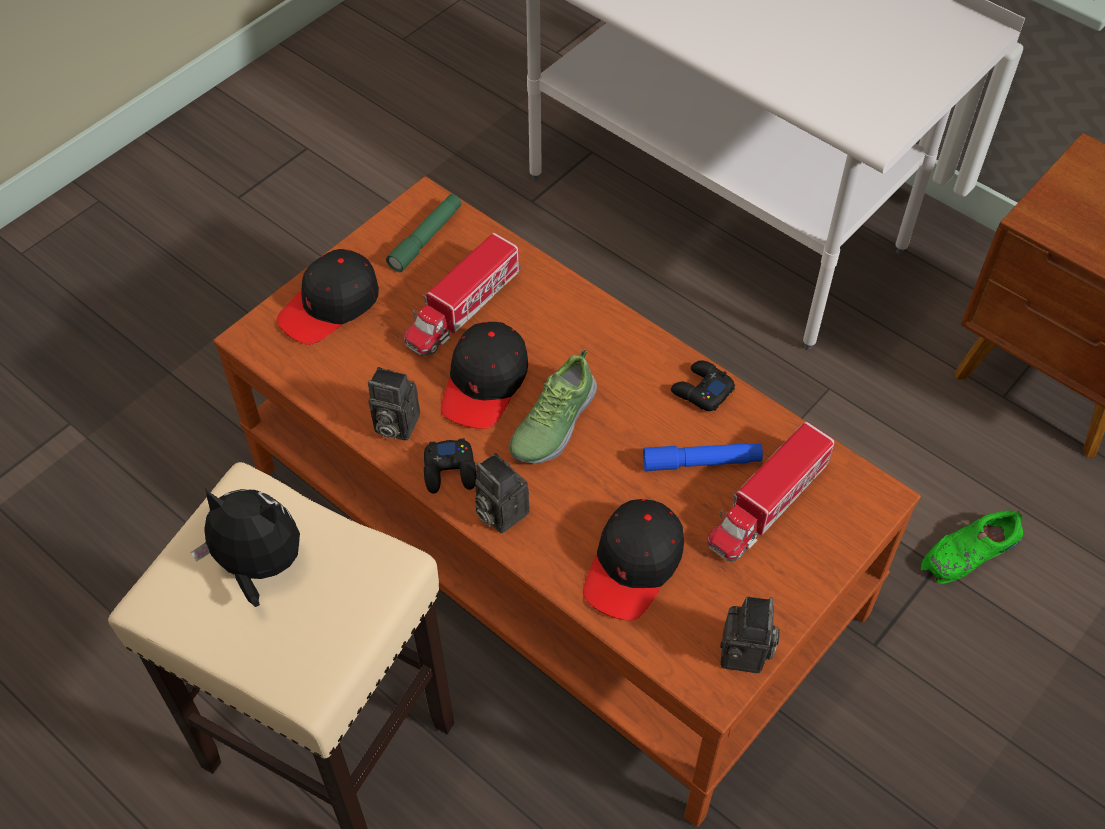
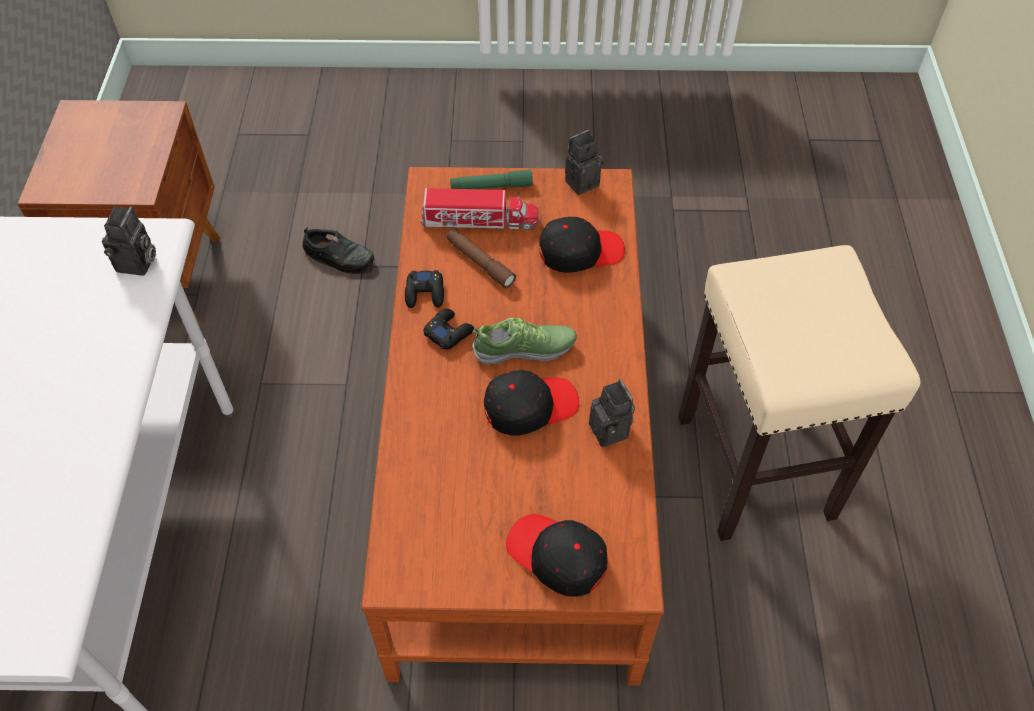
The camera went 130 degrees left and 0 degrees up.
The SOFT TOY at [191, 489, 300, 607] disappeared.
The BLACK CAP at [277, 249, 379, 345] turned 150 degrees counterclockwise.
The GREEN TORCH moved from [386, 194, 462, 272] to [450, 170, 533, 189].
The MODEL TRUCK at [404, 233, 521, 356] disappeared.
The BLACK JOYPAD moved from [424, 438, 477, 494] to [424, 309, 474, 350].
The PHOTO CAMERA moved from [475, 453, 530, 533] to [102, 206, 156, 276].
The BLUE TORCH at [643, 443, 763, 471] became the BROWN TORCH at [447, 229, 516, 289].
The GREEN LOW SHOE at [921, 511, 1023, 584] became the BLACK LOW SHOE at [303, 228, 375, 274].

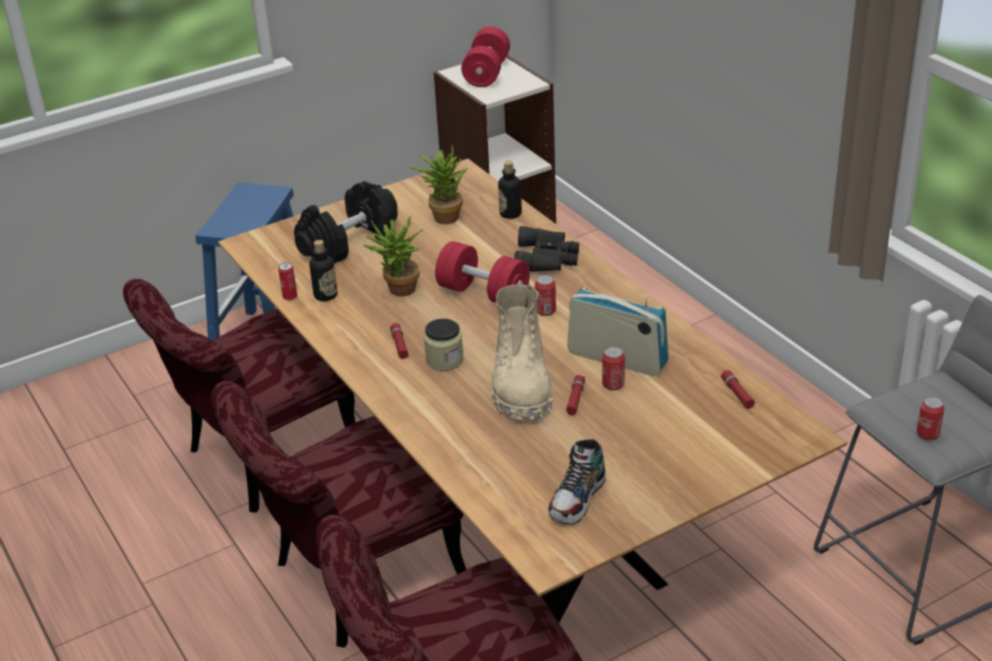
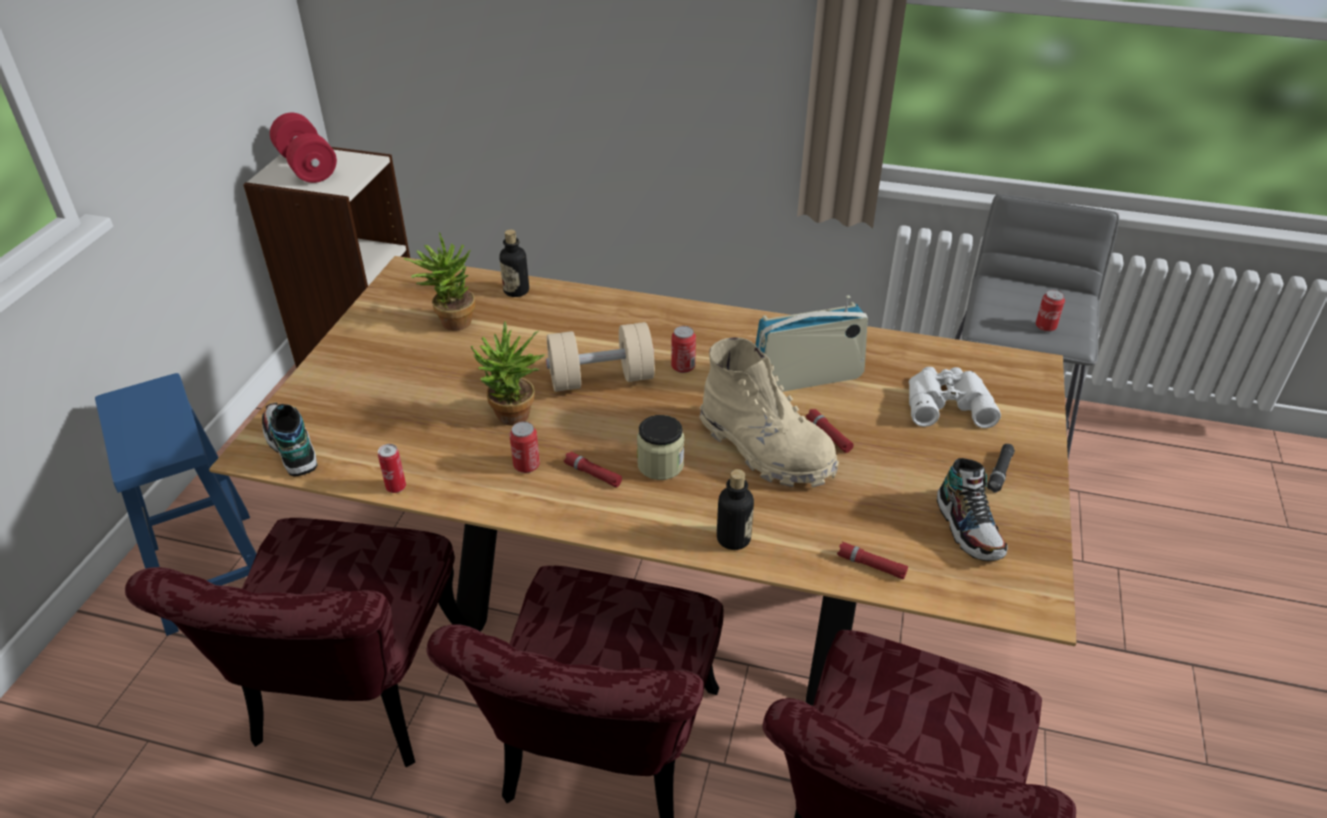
The camera went 45 degrees left and 5 degrees up.
The BLACK DUMBBELL at [294, 181, 398, 264] disappeared.
The BEVERAGE BOTTLE moved from [309, 240, 338, 301] to [717, 469, 754, 550].
The RED-COLOURED DUMBBELL at [435, 241, 530, 303] became the BEIGE-COLOURED DUMBBELL at [546, 322, 655, 392].
The BLACK PAIR OF BINOCULARS at [514, 226, 579, 272] disappeared.
The CAN moved from [602, 347, 625, 391] to [509, 422, 540, 473].
The RED-COLOURED TORCH moved from [721, 370, 755, 409] to [837, 542, 908, 579].
The LOW SHOE at [262, 403, 317, 477] appeared.
The WHITE PAIR OF BINOCULARS at [909, 367, 1001, 428] appeared.
The BLACK TORCH at [987, 444, 1015, 493] appeared.

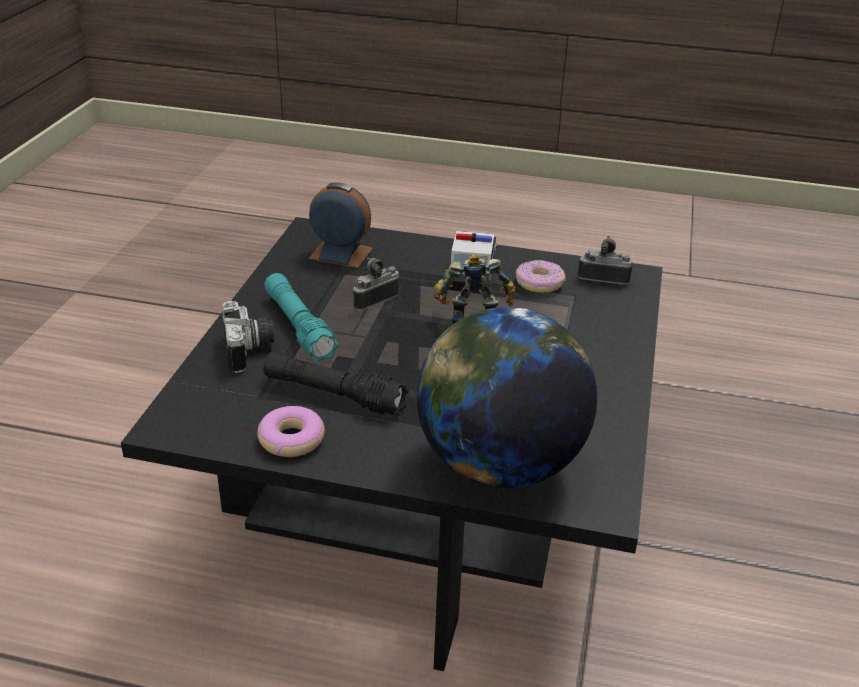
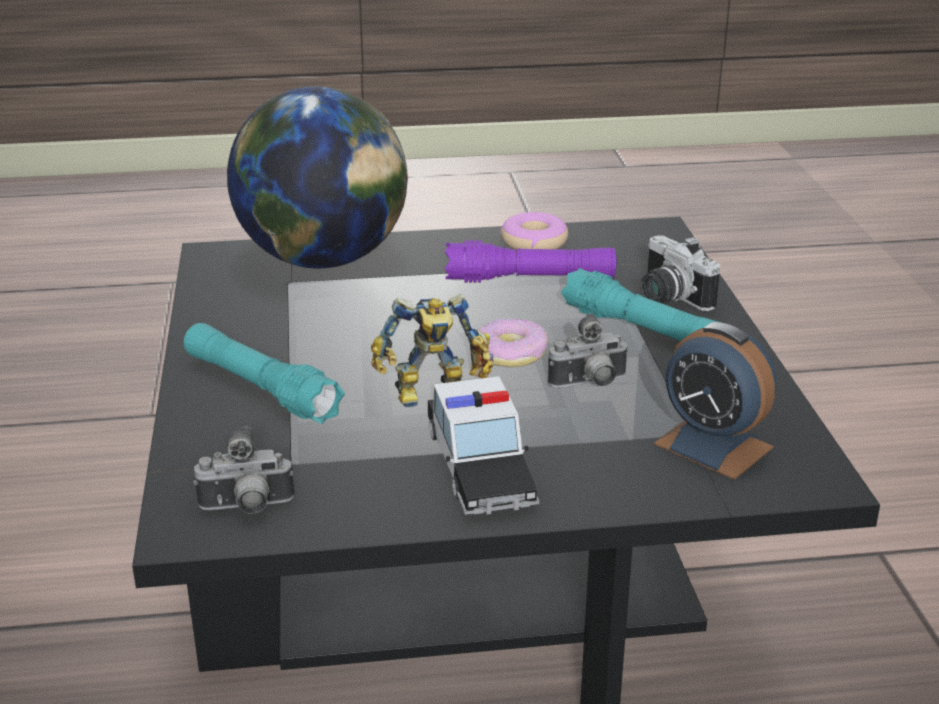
The camera went 160 degrees right and 5 degrees down.
The BLACK TORCH at [263, 351, 409, 416] became the PURPLE-COLOURED TORCH at [445, 240, 617, 283].
The BEDSIDE CLOCK at [309, 182, 373, 268] turned 45 degrees clockwise.
The PHOTO CAMERA at [352, 257, 399, 311] turned 45 degrees clockwise.
The DONUT moved from [516, 260, 566, 293] to [478, 318, 549, 367].
The BLUE-GREEN TORCH at [184, 323, 345, 424] appeared.

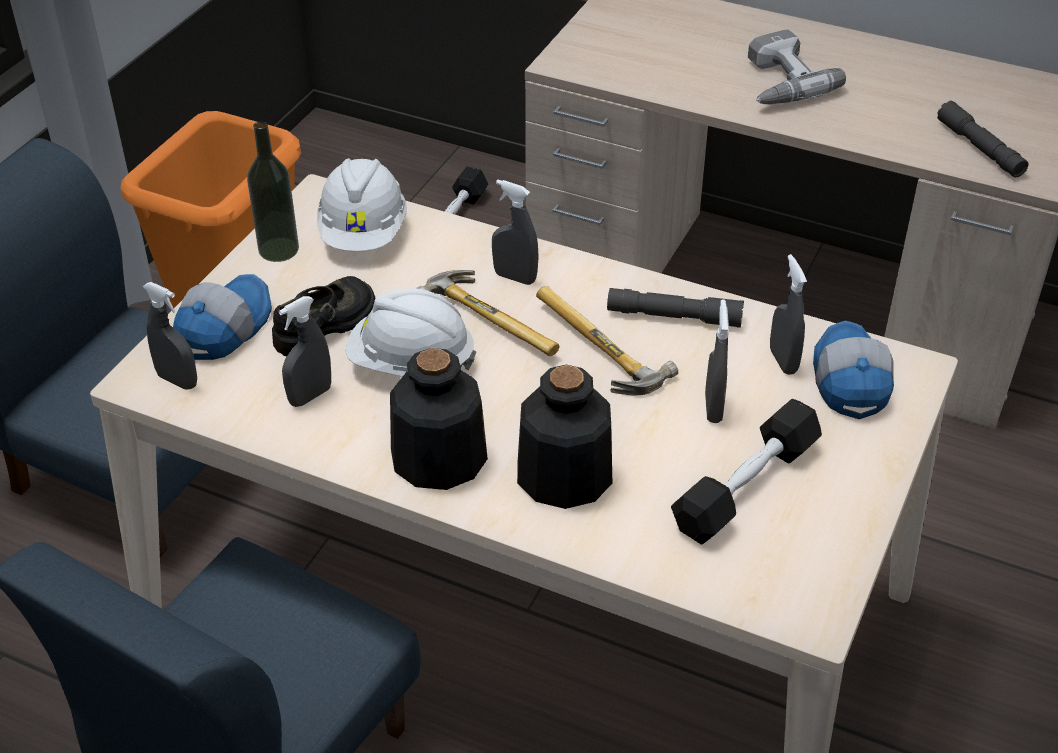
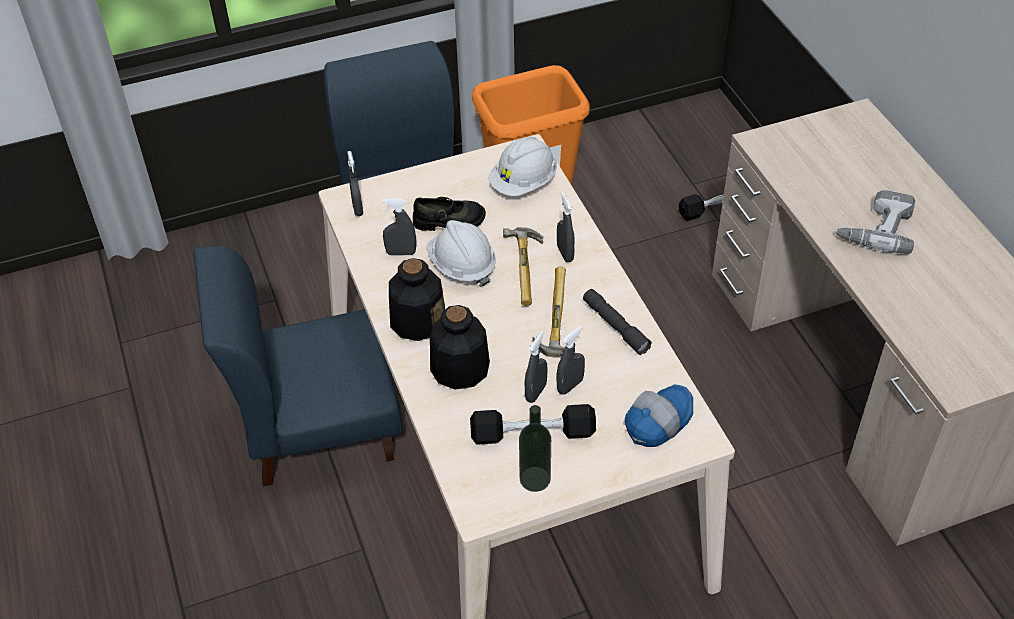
The camera went 45 degrees right and 5 degrees up.
The CAP at [173, 274, 272, 360] disappeared.
The BEVERAGE BOTTLE moved from [247, 121, 299, 262] to [519, 405, 551, 492].
The GREYISH HAND SPRAYER moved from [770, 254, 807, 375] to [525, 331, 548, 403].
The GREYISH TORCH at [937, 101, 1028, 177] disappeared.

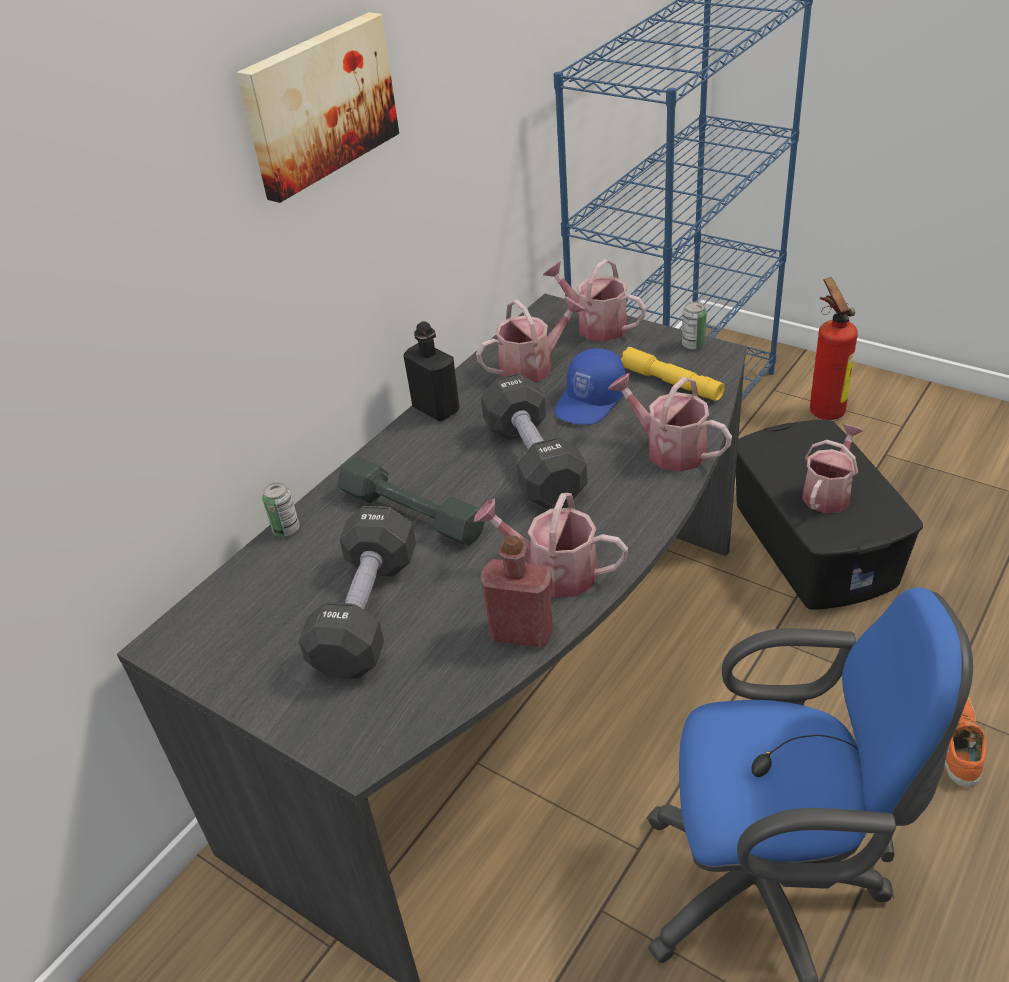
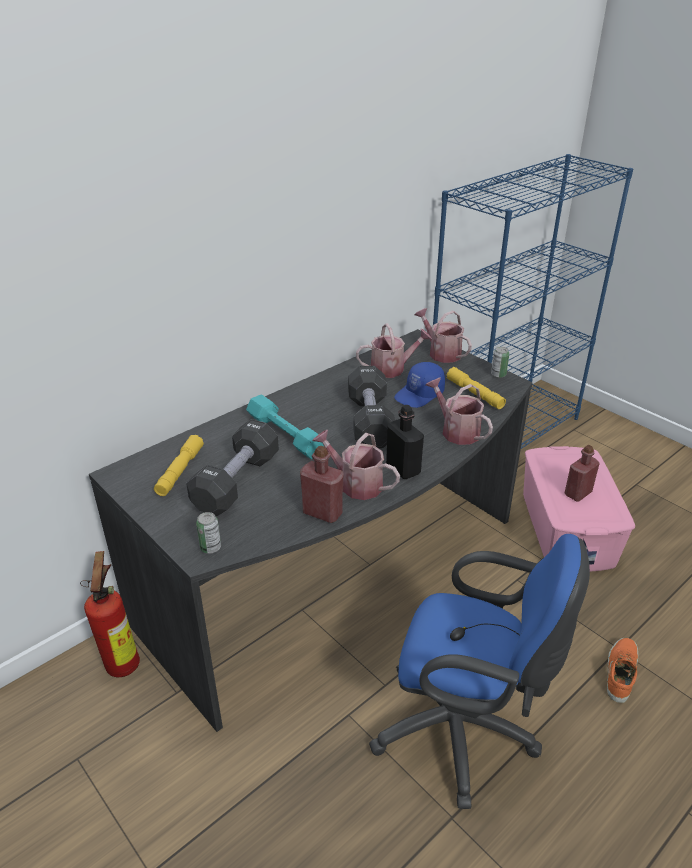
The camera went 10 degrees right and 5 degrees down.
The WALL ART at [237, 12, 399, 203] disappeared.
The CAN moved from [262, 482, 300, 537] to [196, 512, 221, 554].
The GREYISH DUMBBELL at [337, 456, 485, 546] became the BLUE-GREEN DUMBBELL at [246, 394, 324, 459].
The BLACK BEVERAGE BOTTLE moved from [404, 322, 459, 421] to [386, 405, 424, 479].
The BLACK STORAGE BIN at [736, 419, 923, 610] became the PINK-COLOURED STORAGE BIN at [523, 446, 635, 572].
The WATERING CAN at [802, 424, 863, 513] was replaced by the RED-COLOURED BEVERAGE BOTTLE at [565, 445, 600, 502].
The FIRE EXTINGUISHER moved from [810, 277, 858, 420] to [80, 551, 140, 677].
The YELLOW-COLOURED TORCH at [154, 435, 204, 496] appeared.

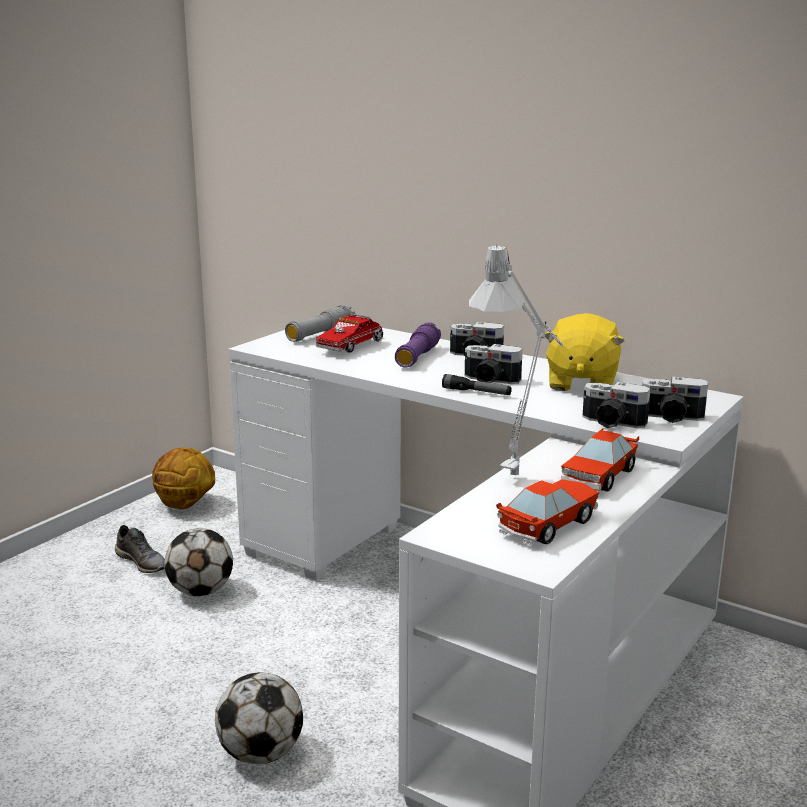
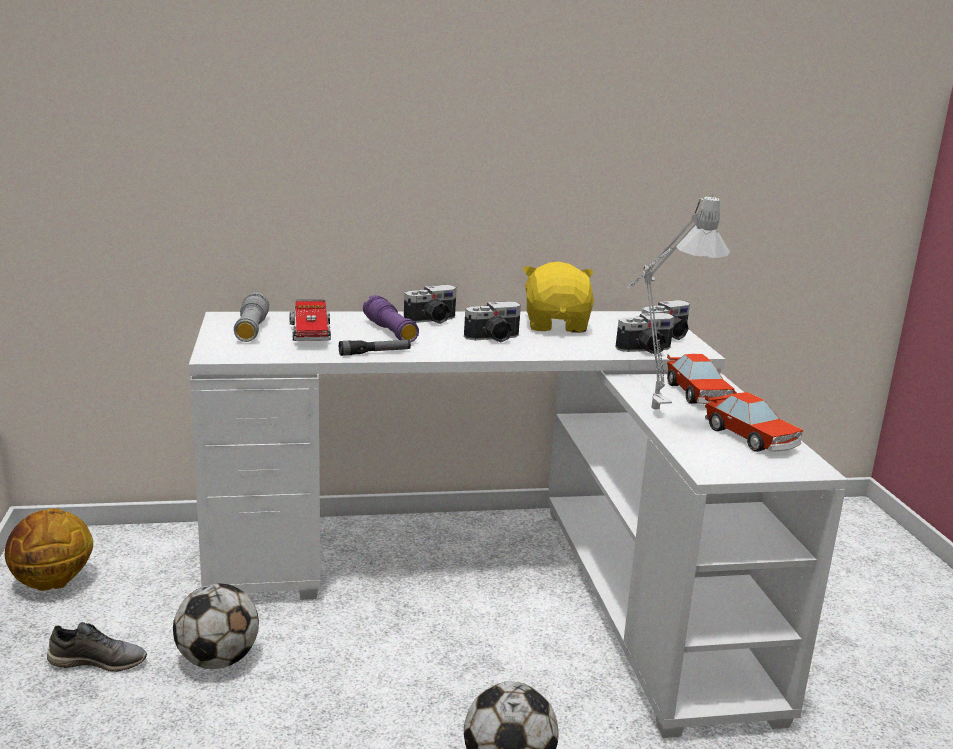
The camera went 45 degrees left and 0 degrees up.
The TORCH moved from [442, 374, 512, 395] to [339, 340, 411, 356].
The MODEL CAR at [496, 479, 599, 545] turned 150 degrees clockwise.
The YELLOW-COLOURED SOFT TOY at [545, 313, 625, 391] turned 150 degrees counterclockwise.

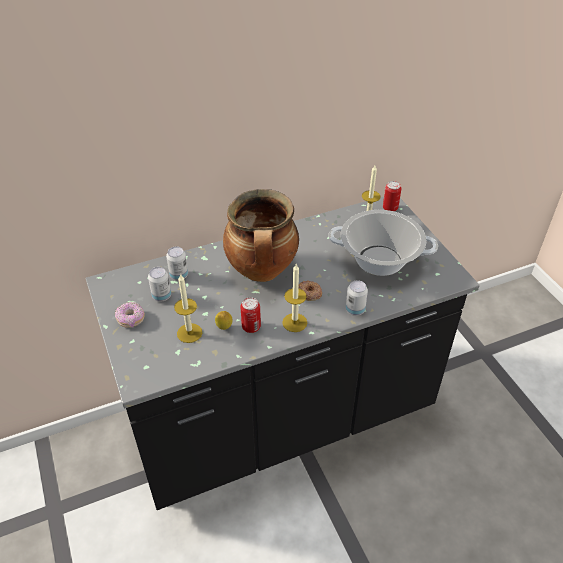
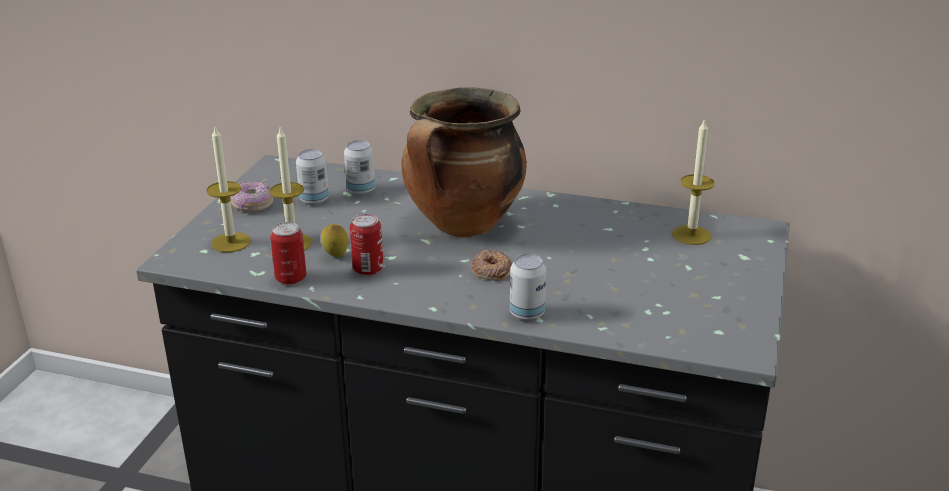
The camera went 40 degrees right and 15 degrees down.
The WAX LIGHT moved from [282, 264, 307, 332] to [206, 127, 251, 252].
The COOKING POT at [328, 210, 438, 276] disappeared.
The CAN moved from [383, 181, 402, 211] to [270, 222, 306, 285].

